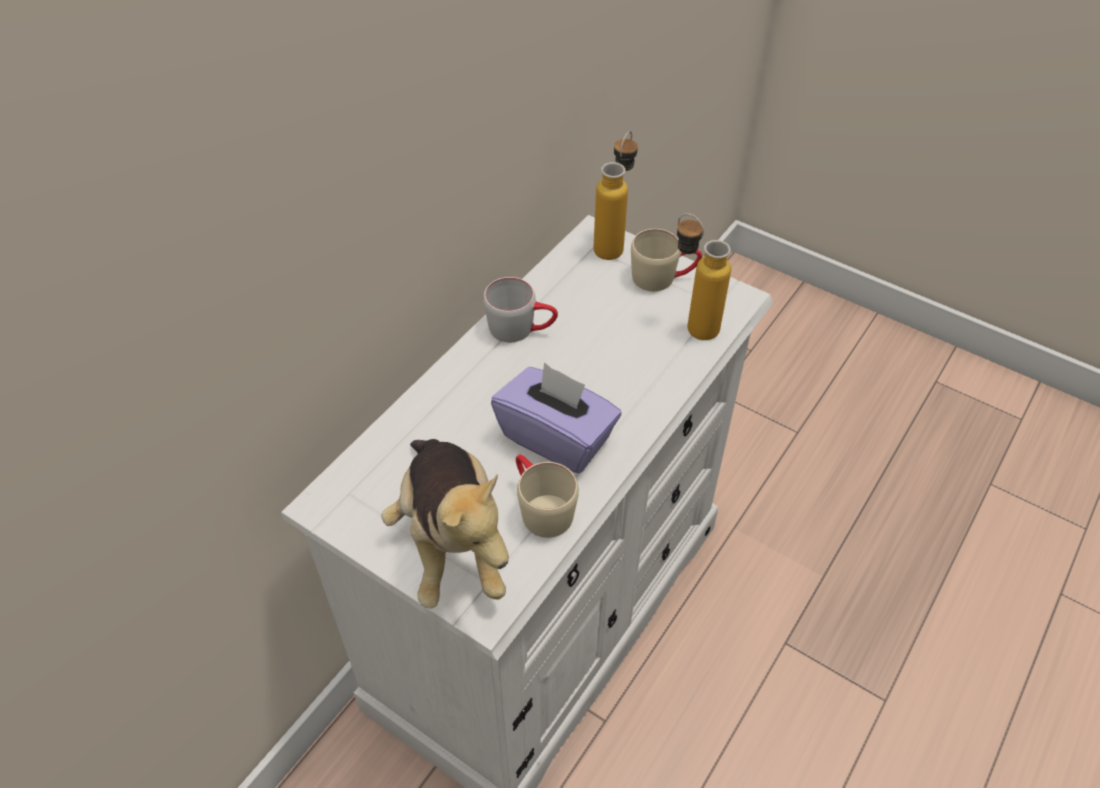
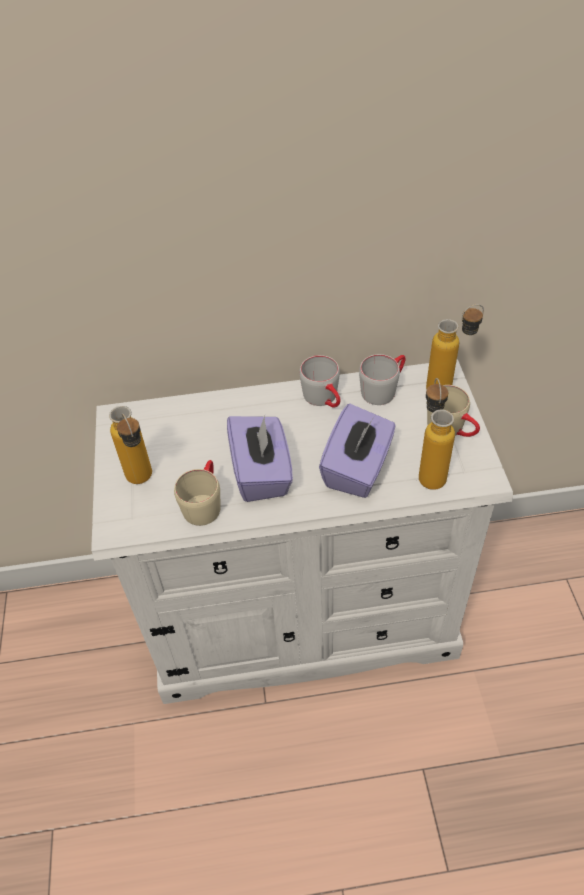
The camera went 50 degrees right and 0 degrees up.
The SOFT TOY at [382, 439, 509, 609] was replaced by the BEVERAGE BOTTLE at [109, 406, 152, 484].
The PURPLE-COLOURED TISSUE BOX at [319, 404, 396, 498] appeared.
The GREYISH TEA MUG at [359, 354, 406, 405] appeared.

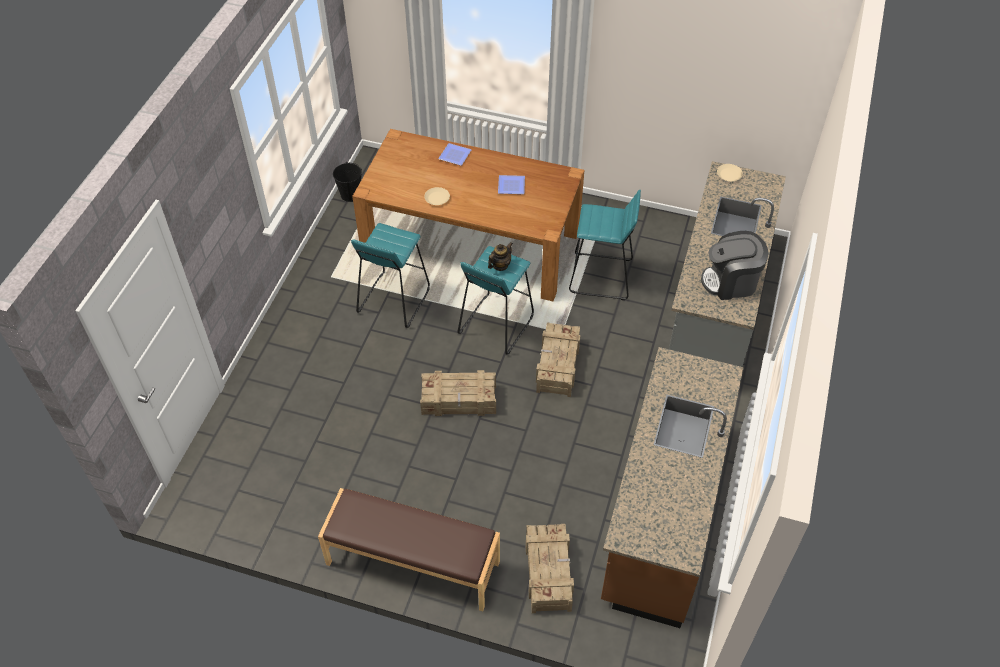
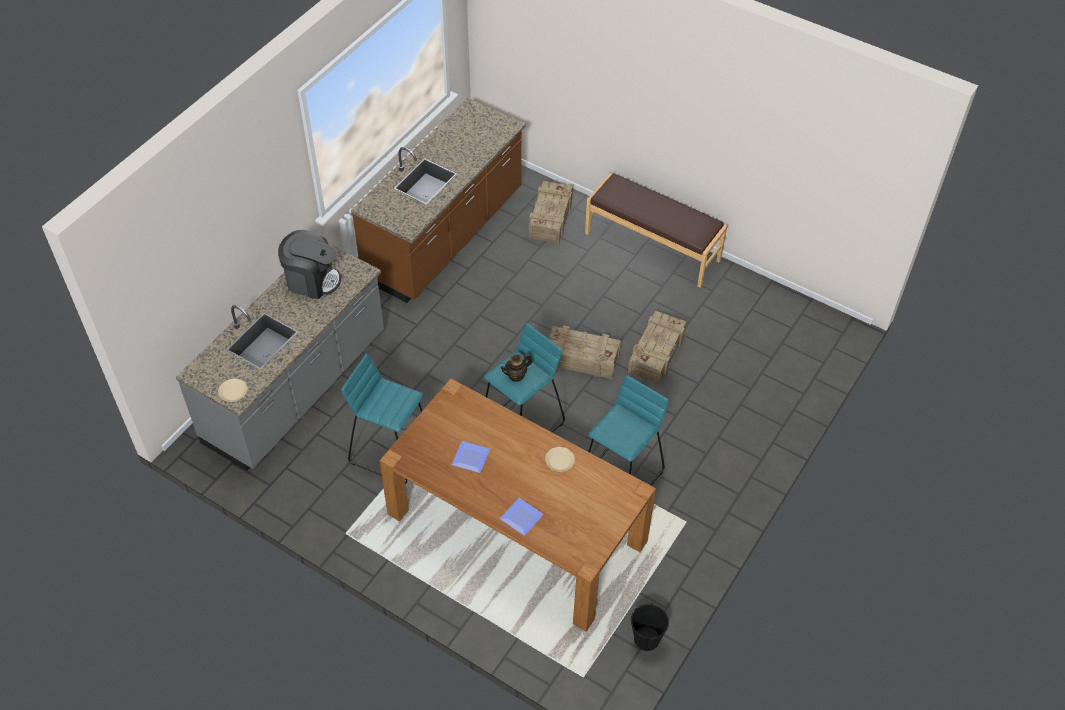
The camera went 165 degrees left and 0 degrees up.
The SHIPPING CRATE moved from [536, 322, 580, 397] to [628, 310, 686, 385].

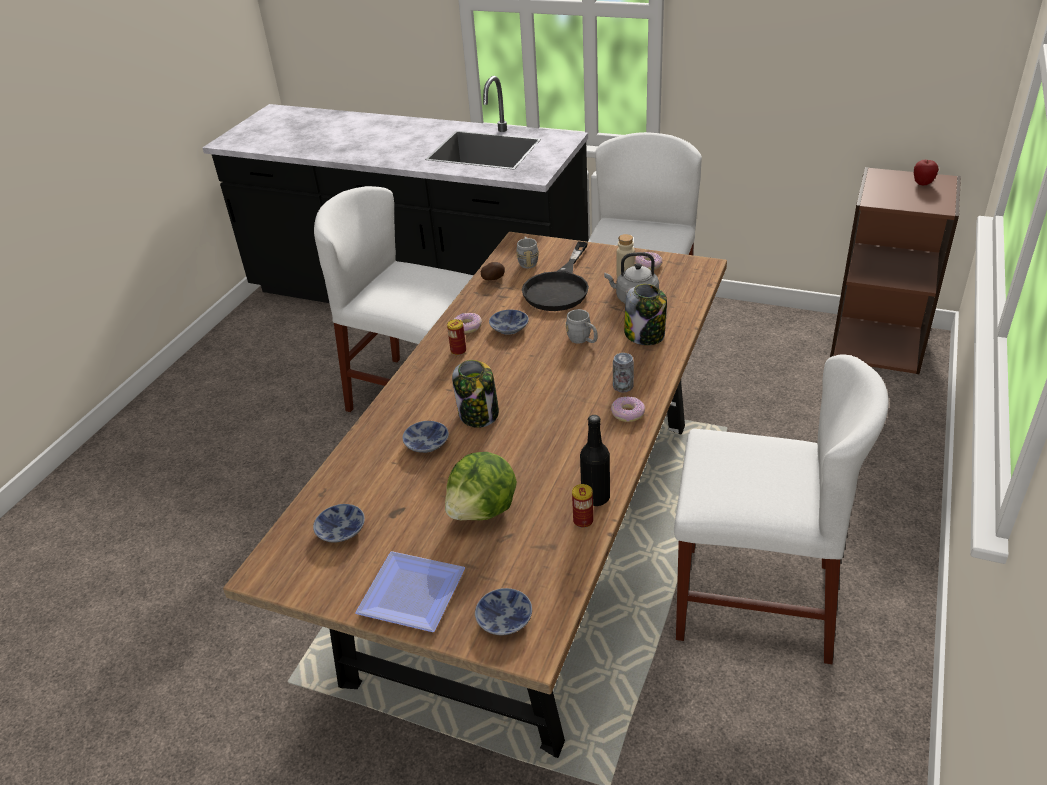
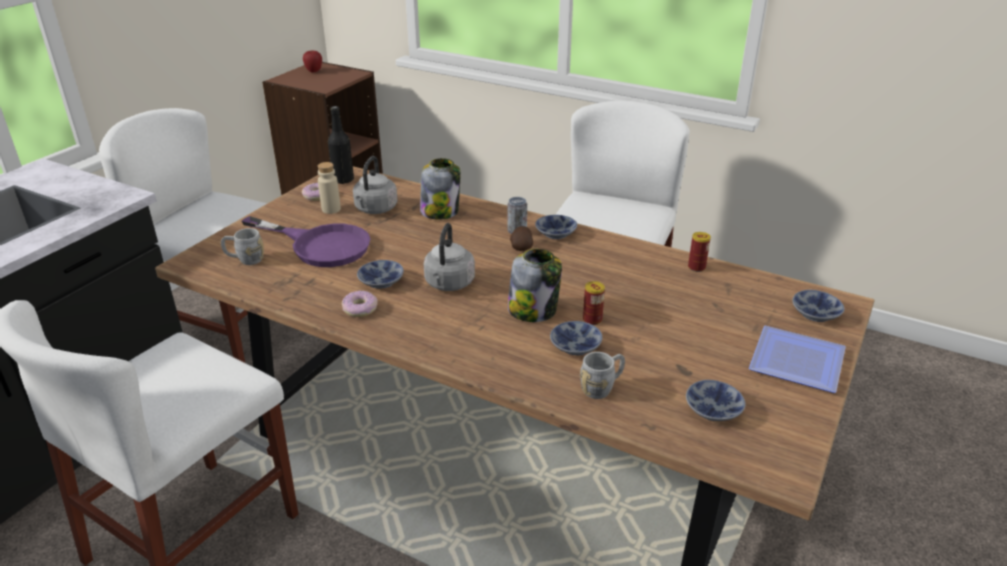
The camera went 85 degrees left and 5 degrees down.
The HEAD OF LETTUCE at [445, 452, 517, 520] disappeared.
The CAN moved from [447, 319, 466, 355] to [583, 281, 605, 325].
The SPUD moved from [481, 262, 505, 280] to [510, 226, 533, 251].
The BLACK PAN at [522, 242, 589, 311] became the PURPLE-COLOURED PAN at [241, 216, 370, 267].
The GREYISH TEA MUG moved from [565, 309, 598, 343] to [580, 352, 625, 399].
The BLACK BEVERAGE BOTTLE moved from [580, 415, 610, 506] to [328, 106, 354, 184].
The DONUT at [611, 396, 645, 422] was replaced by the SERVING BOWL at [535, 215, 577, 239].
The GREYISH KETTLE at [424, 223, 475, 291] appeared.

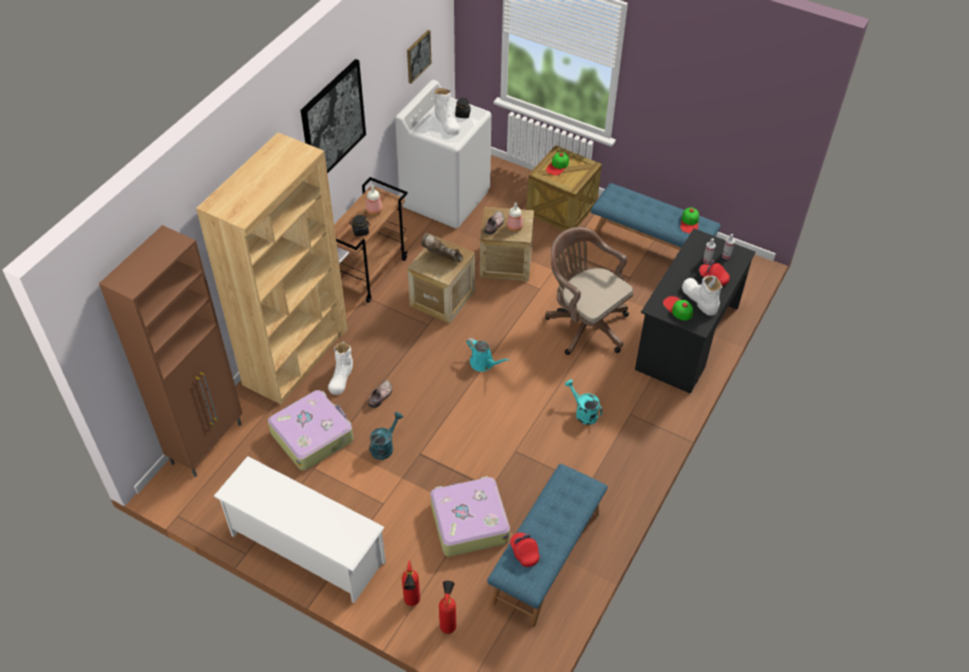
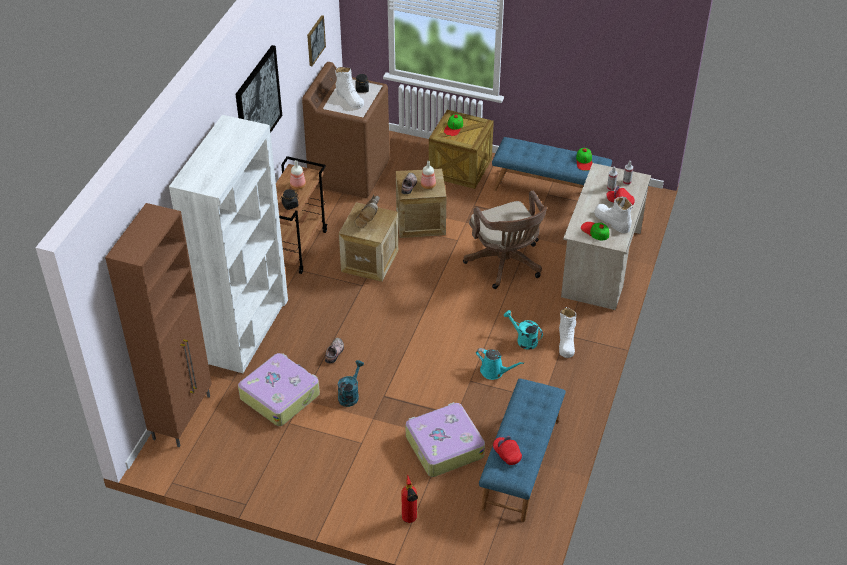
The camera went 10 degrees left and 5 degrees down.
The BROWN SHELVING UNIT at [196, 132, 348, 405] became the WHITE SHELVING UNIT at [169, 115, 288, 373].
The WHITE SHOE SHELF at [213, 456, 386, 603] disappeared.
The WHITE BOOT moved from [328, 341, 353, 395] to [559, 307, 576, 358].
The WHITE LAUNDRY APPLIANCE at [395, 80, 491, 229] became the BROWN LAUNDRY APPLIANCE at [302, 62, 390, 198].
The BROWN BOOT at [421, 233, 463, 263] turned 90 degrees counterclockwise.
The FIRE EXTINGUISHER at [439, 580, 456, 634] disappeared.
The BLUE-GREEN WATERING CAN moved from [466, 338, 509, 372] to [476, 348, 524, 380].
The BROWN DESK CHAIR at [545, 227, 634, 355] turned 150 degrees counterclockwise.
The BLACK DESK UNIT at [635, 229, 756, 394] became the BEIGE-COLOURED DESK UNIT at [561, 163, 652, 310].

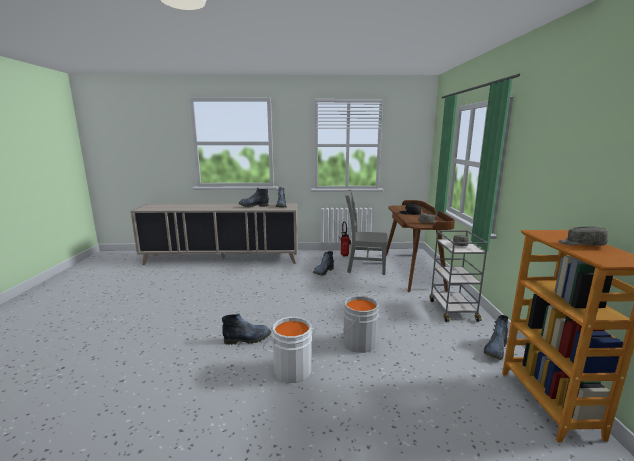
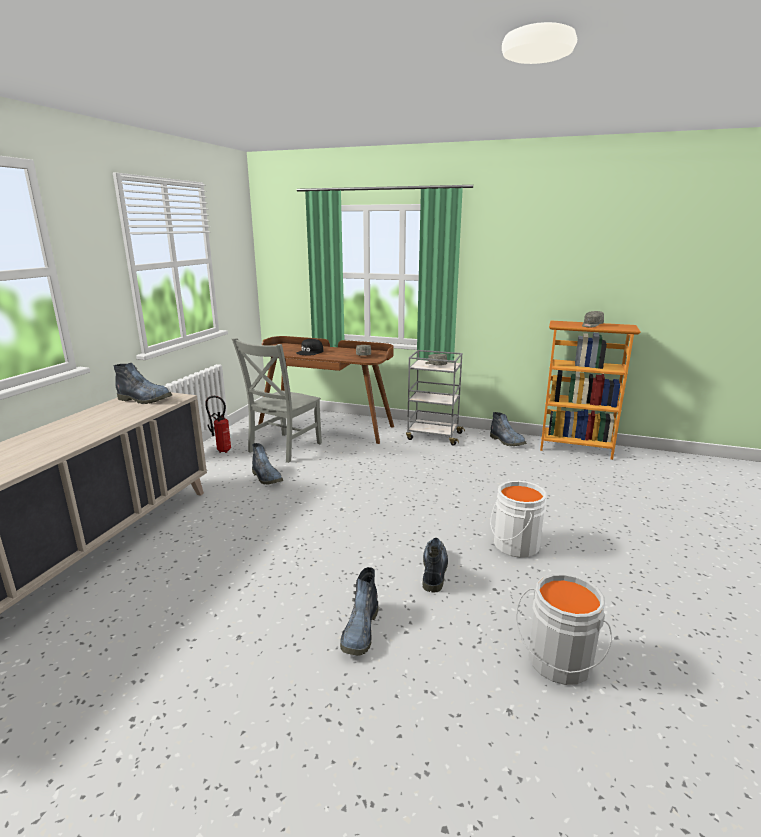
The camera went 70 degrees left and 5 degrees up.
The BOOT moved from [239, 188, 269, 207] to [340, 567, 379, 655].
The GREYISH BUCKET moved from [340, 296, 379, 353] to [516, 573, 612, 685].

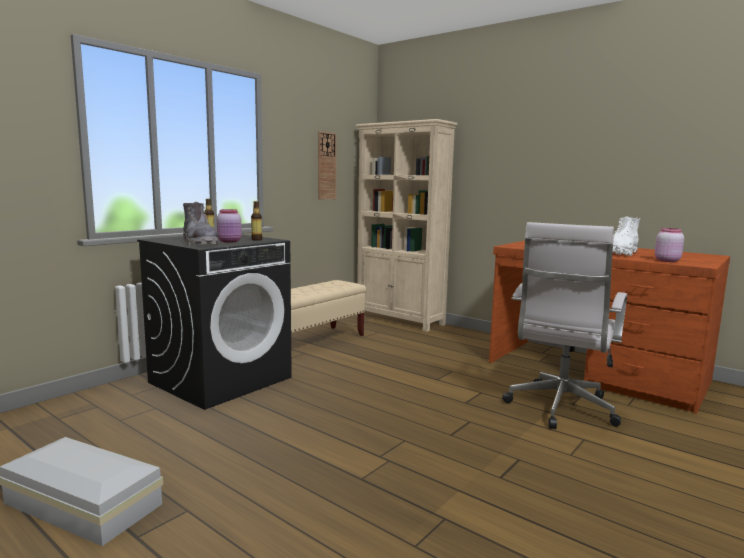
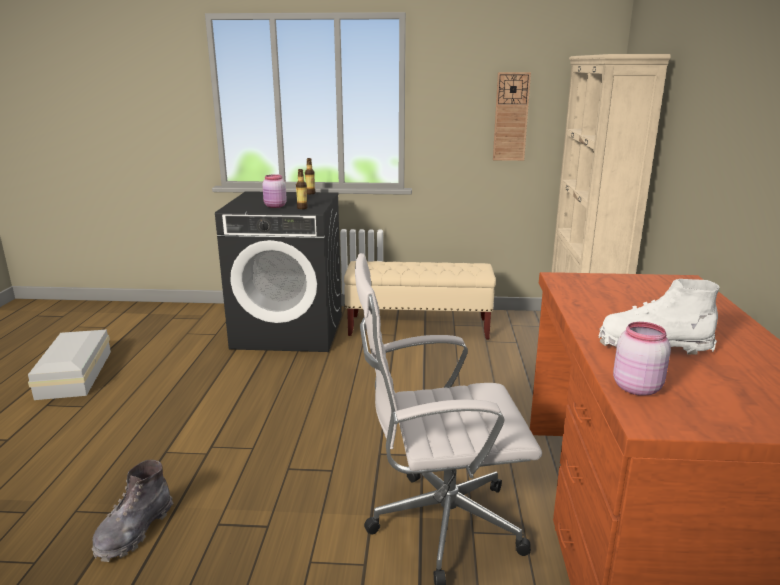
The camera went 55 degrees right and 10 degrees up.
The GREYISH BOOT moved from [183, 202, 219, 246] to [92, 460, 173, 562].

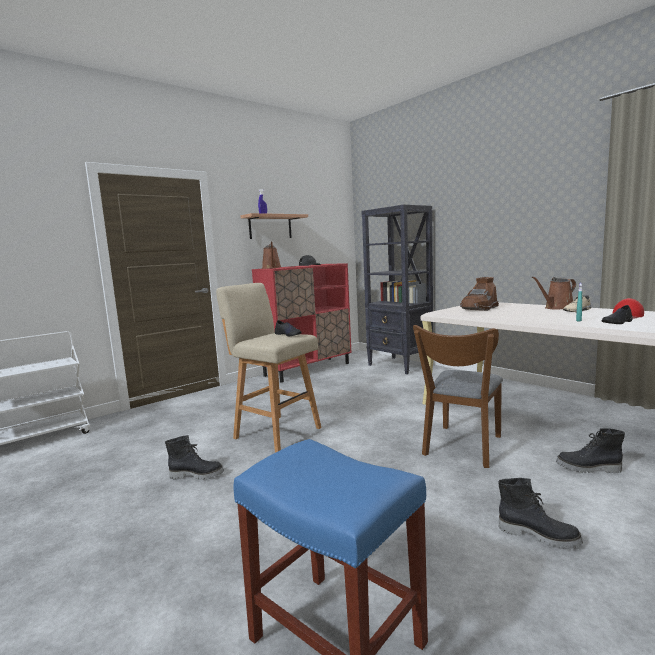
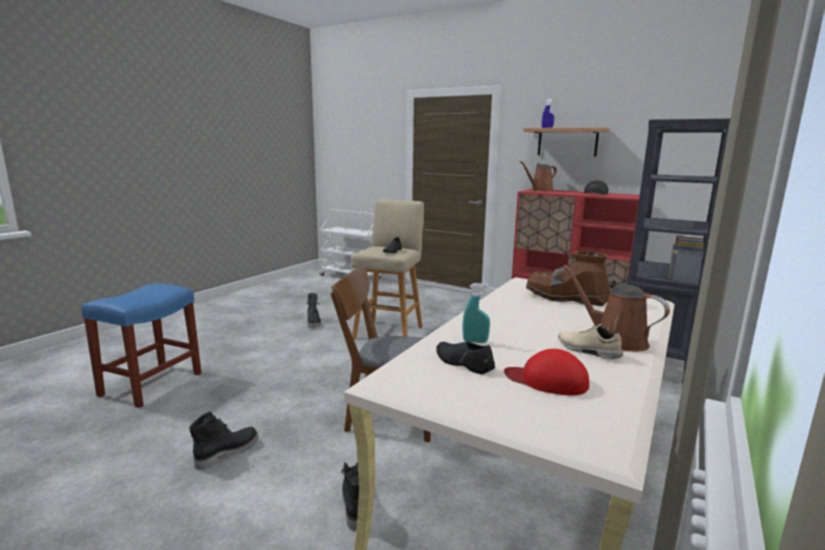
The camera went 70 degrees right and 5 degrees up.
The BLACK BOOT at [498, 478, 583, 549] turned 150 degrees counterclockwise.

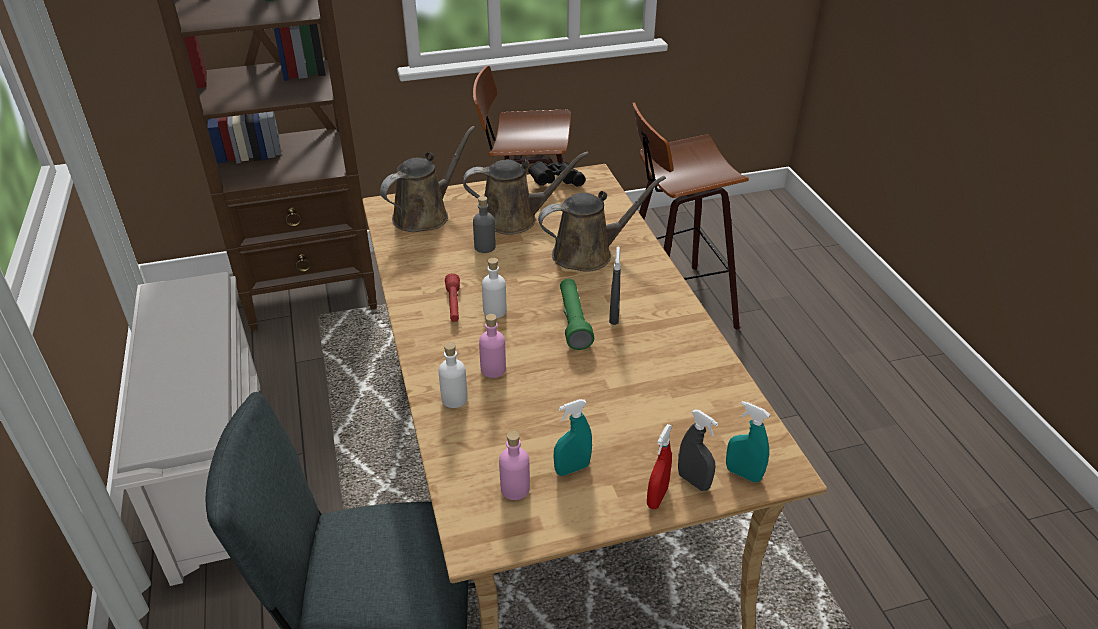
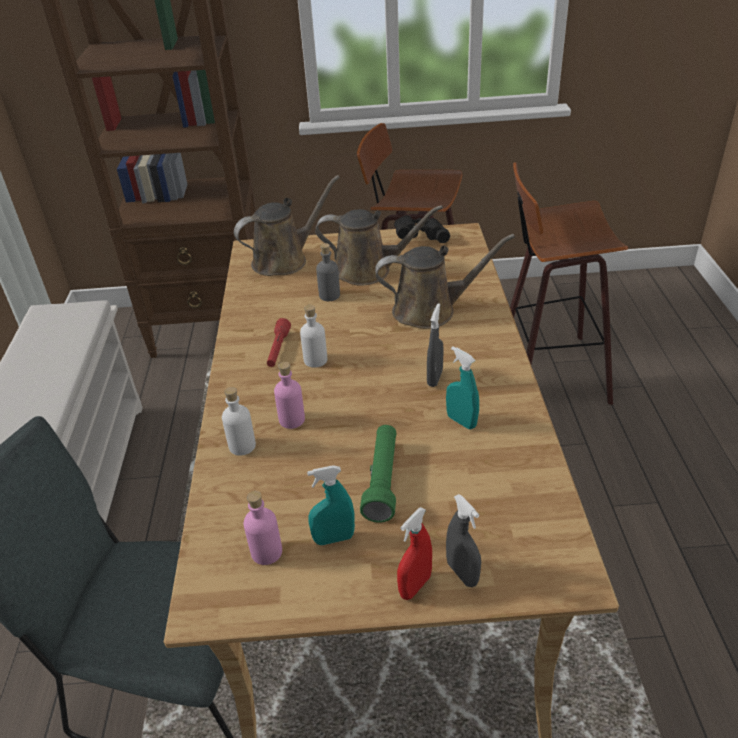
The camera went 15 degrees right and 0 degrees up.
The GREEN TORCH moved from [560, 279, 594, 350] to [360, 425, 396, 523].
The BLUE-GREEN HAND SPRAYER moved from [726, 401, 770, 483] to [446, 346, 479, 429].

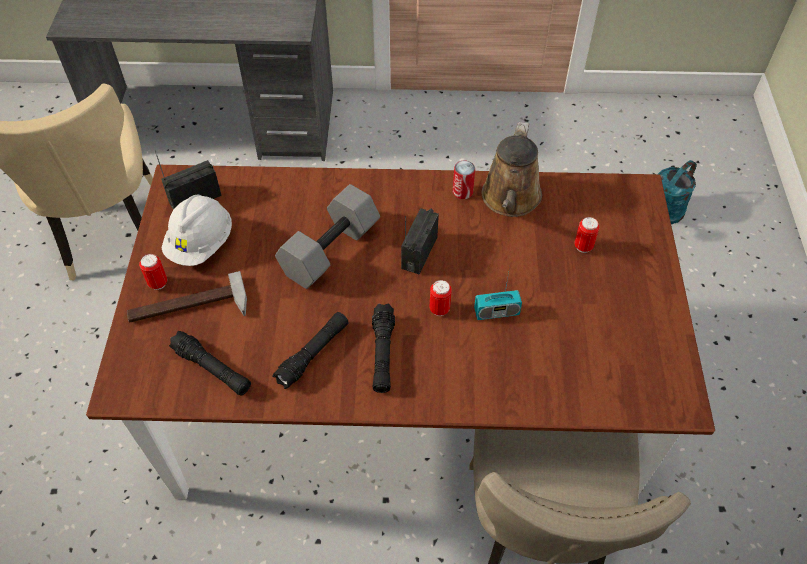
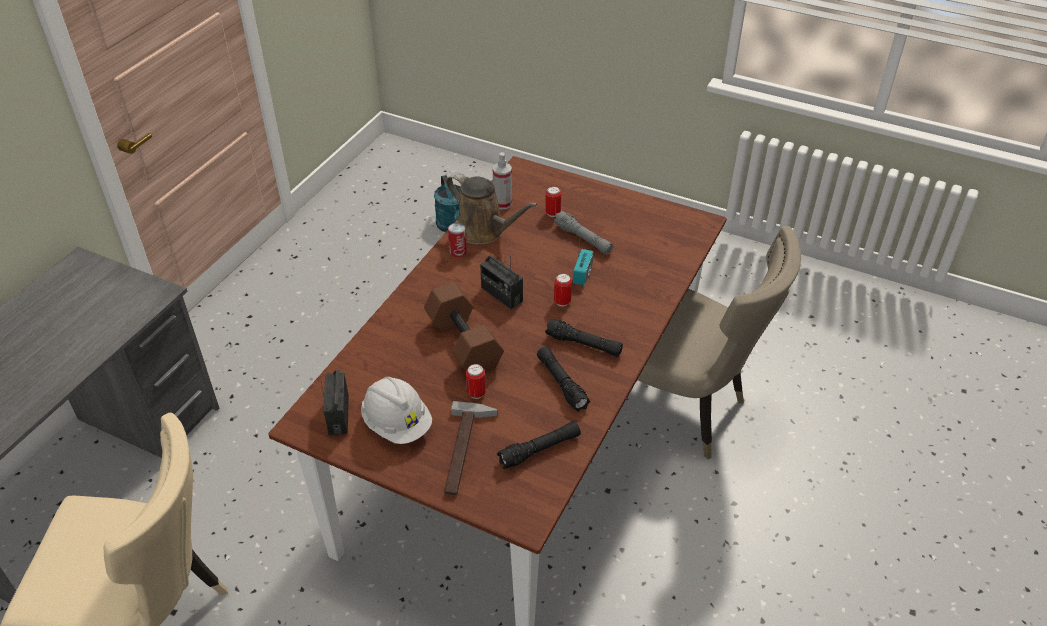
The camera went 65 degrees left and 10 degrees down.
The CAN moved from [139, 254, 167, 290] to [466, 364, 486, 399].
The GREYISH DUMBBELL at [275, 184, 380, 289] became the BROWN DUMBBELL at [424, 282, 504, 373].
The HAND SPRAYER at [493, 152, 512, 209] appeared.
The GREYISH TORCH at [554, 211, 613, 255] appeared.

